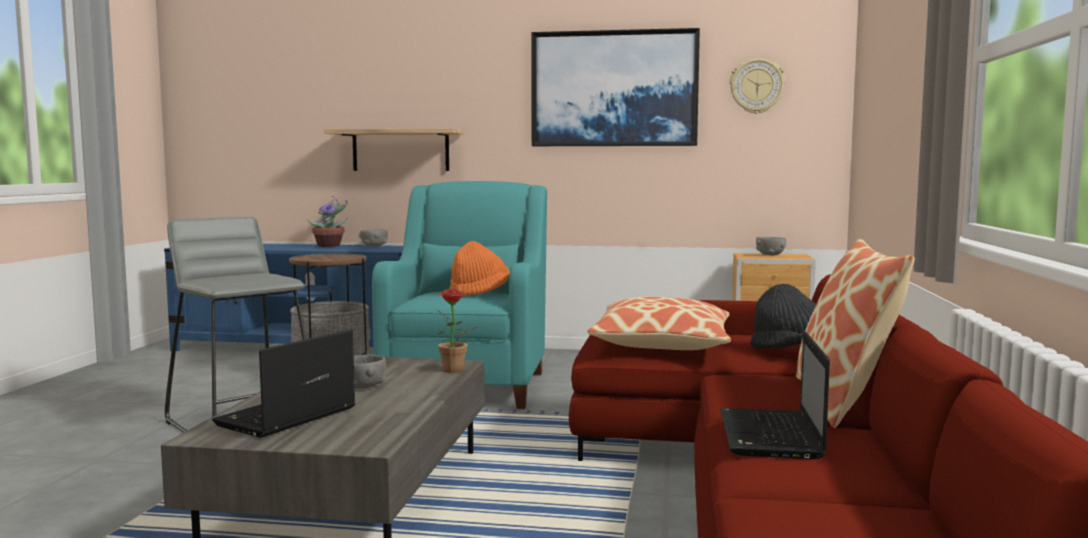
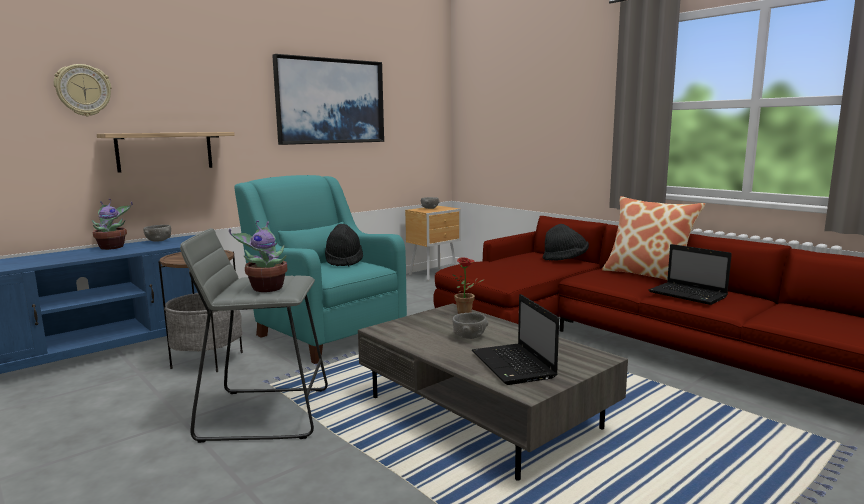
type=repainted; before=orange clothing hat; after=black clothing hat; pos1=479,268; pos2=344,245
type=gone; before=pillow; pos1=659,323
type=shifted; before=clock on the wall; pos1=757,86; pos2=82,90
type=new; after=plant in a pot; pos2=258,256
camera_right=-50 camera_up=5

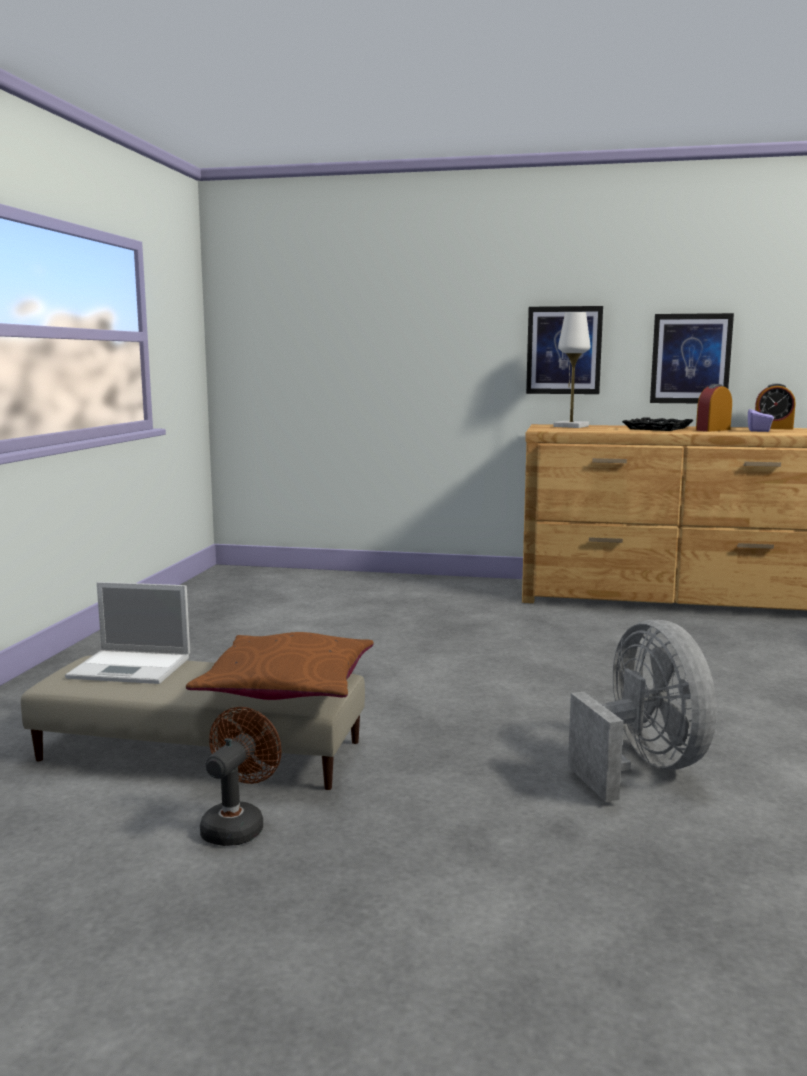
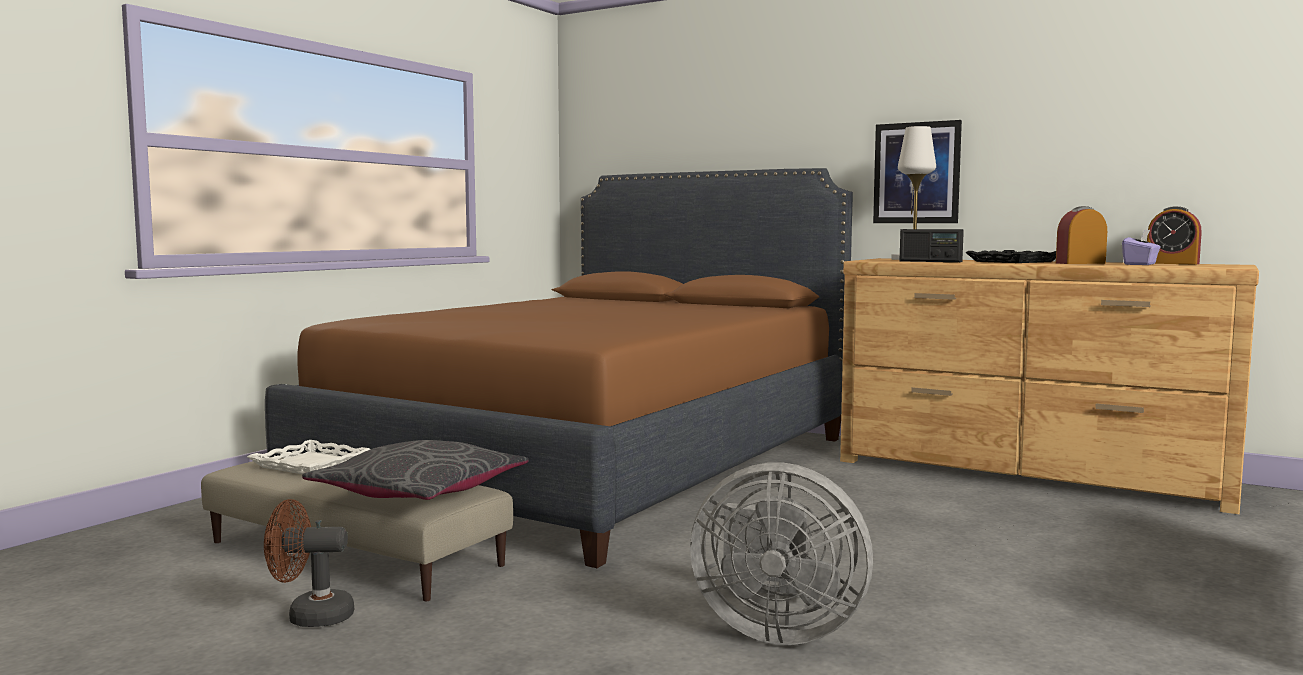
type=swapped; before=notebook computer; after=white carrying tray; pos1=127,633; pos2=308,457
type=repainted; before=brown pillow; after=greyish pillow; pos1=280,666; pos2=415,470
type=rotated; before=brown cooling fan; pos1=241,776; pos2=309,563; turn=-135
type=rotated; before=greyish cooling fan; pos1=642,710; pos2=781,553; turn=105
type=gone; before=picture; pos1=692,358
type=new; after=brown bed; pos2=559,368
type=new; after=radio; pos2=931,245
camera_right=20 camera_up=-5

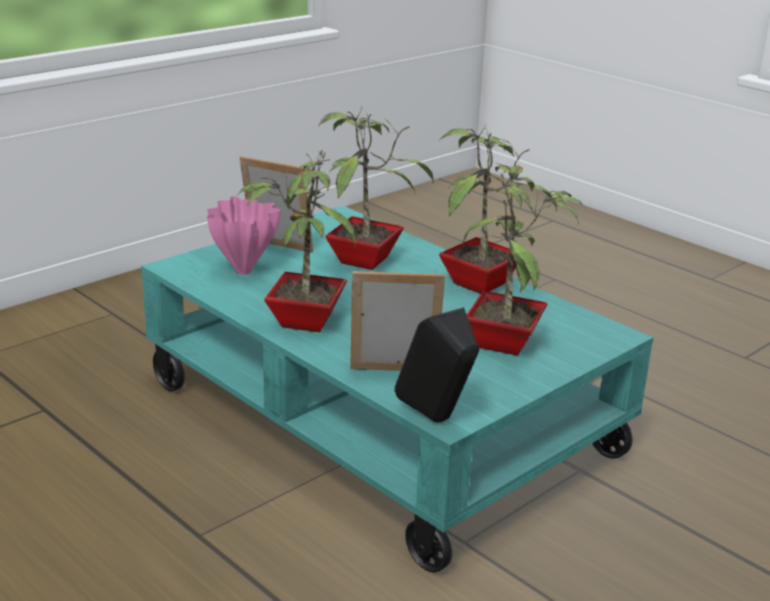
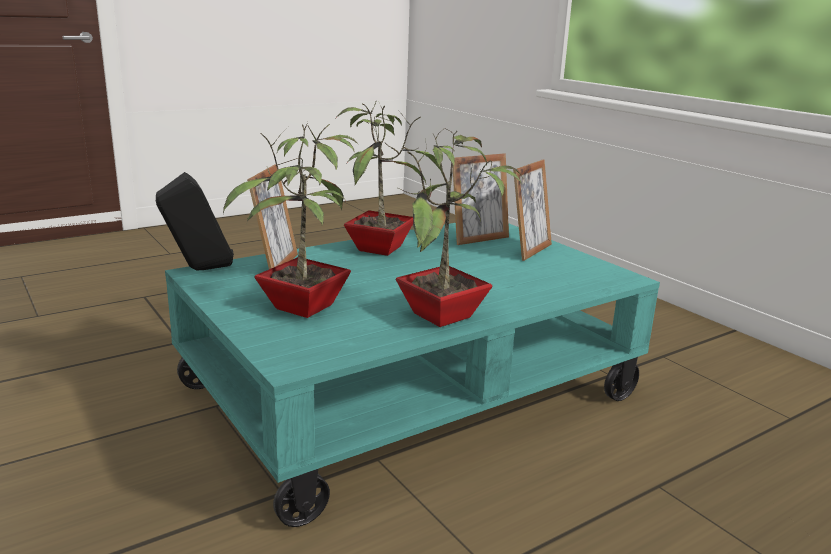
type=swapped; before=pink decorative vase; after=picture frame; pos1=244,235; pos2=481,199
type=gone; before=plant in a pot; pos1=376,188
camera_right=100 camera_up=-5

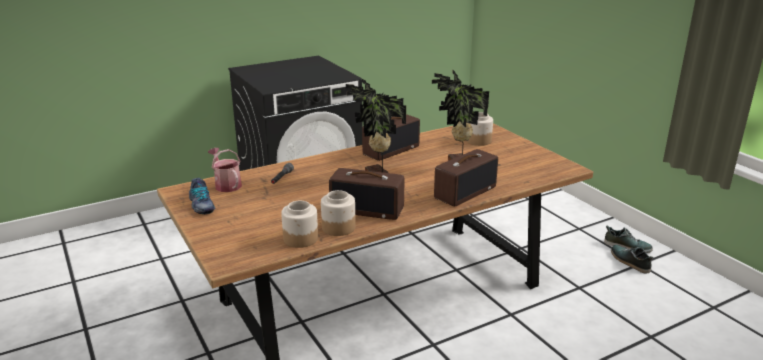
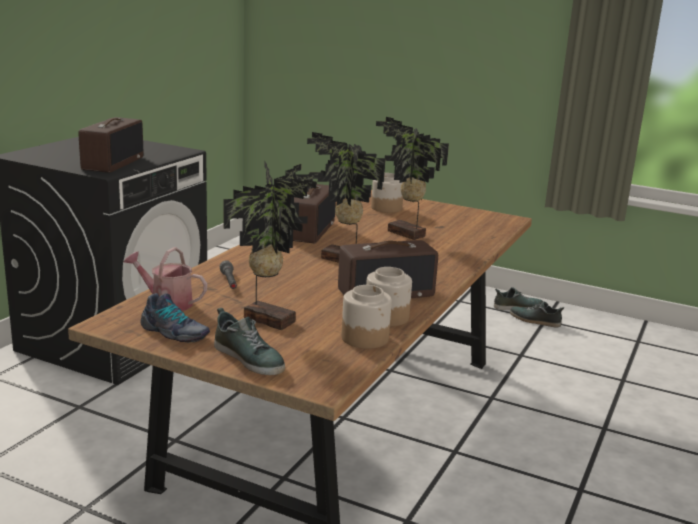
type=shifted; before=radio; pos1=466,177; pos2=111,145
type=new; after=low shoe; pos2=249,341
type=new; after=plant in a pot; pos2=273,246
camera_right=-35 camera_up=-5

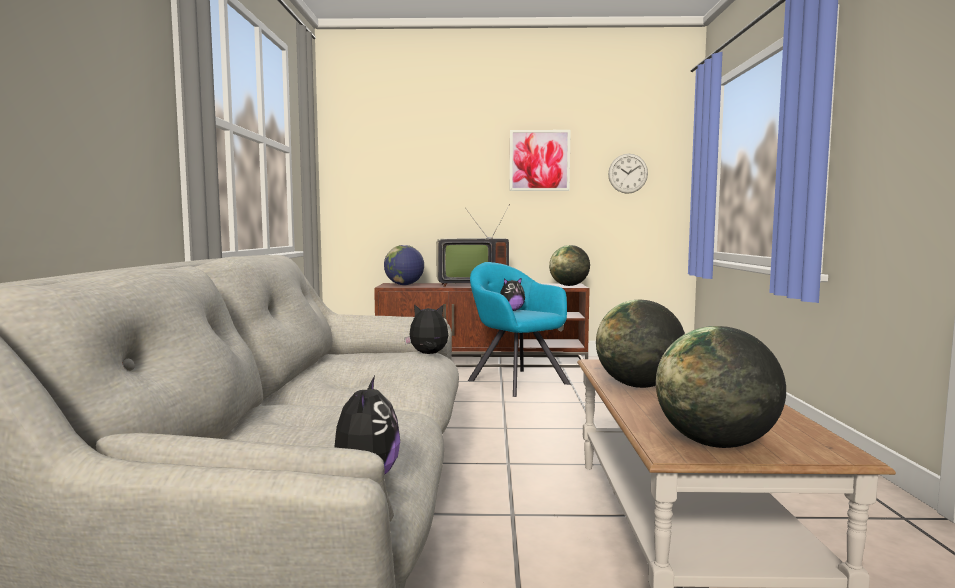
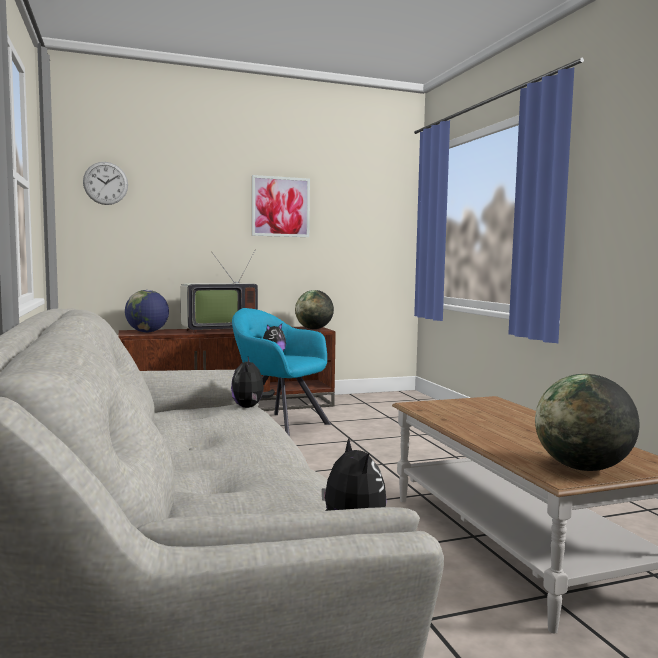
type=rotated; before=soft toy; pos1=426,329; pos2=253,382; turn=-75
type=gone; before=globe; pos1=640,344
type=shifted; before=clock on the wall; pos1=628,174; pos2=105,183
camera_right=-20 camera_up=0

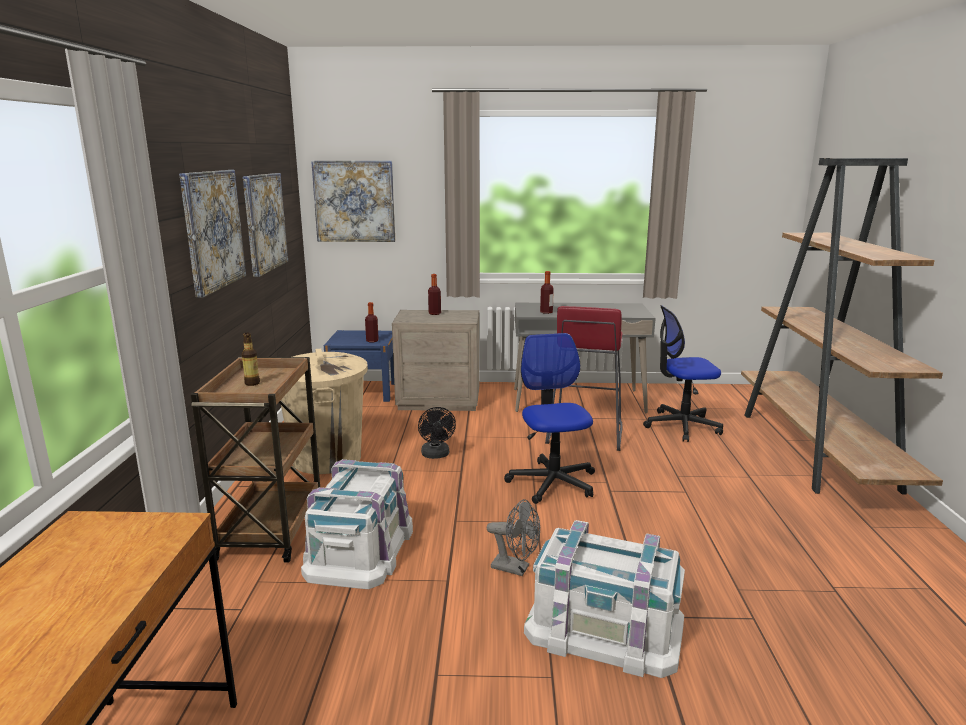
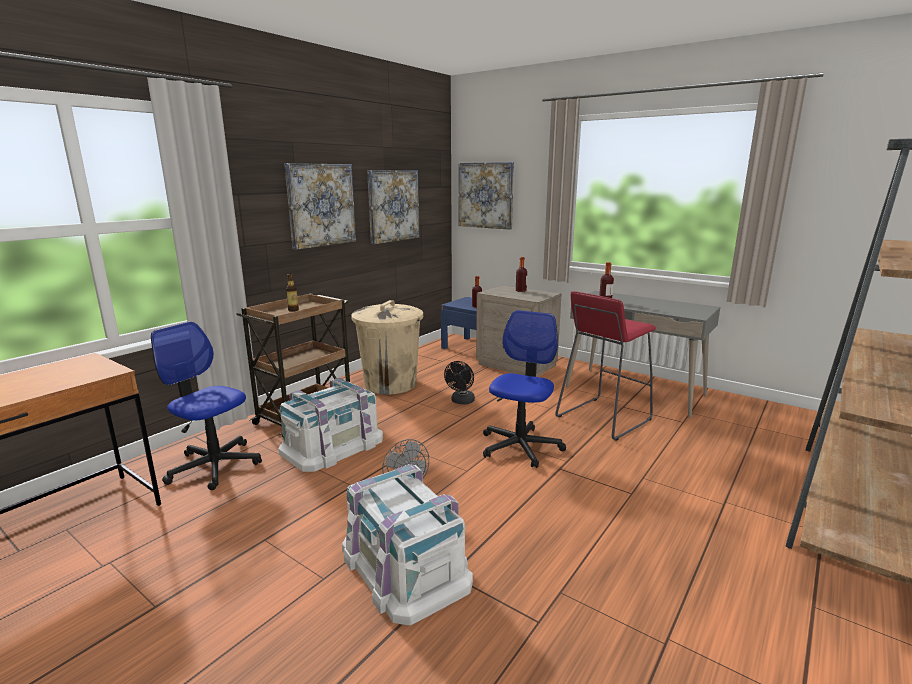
type=shifted; before=desk chair; pos1=683,373; pos2=206,406
camera_right=35 camera_up=0

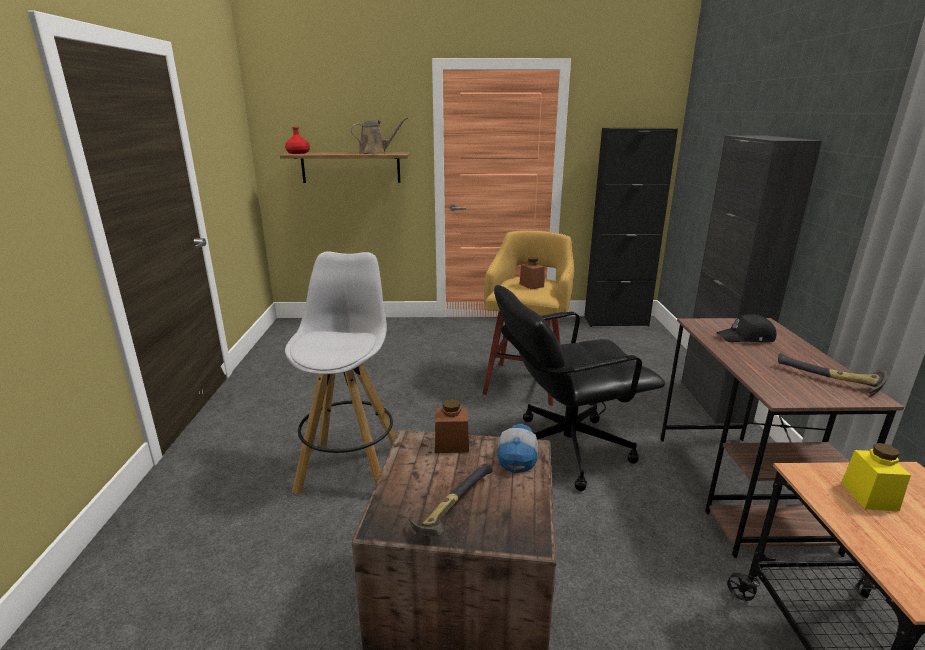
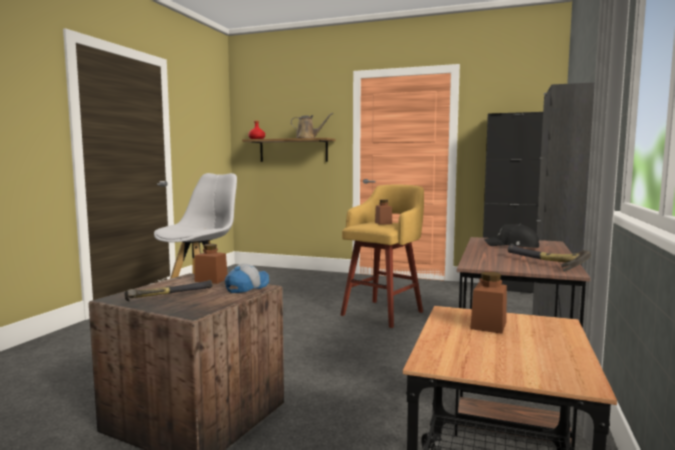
type=gone; before=black desk chair; pos1=579,388
type=repainted; before=yellow preserve jar; after=brown preserve jar; pos1=876,477; pos2=488,303
camera_right=20 camera_up=-15

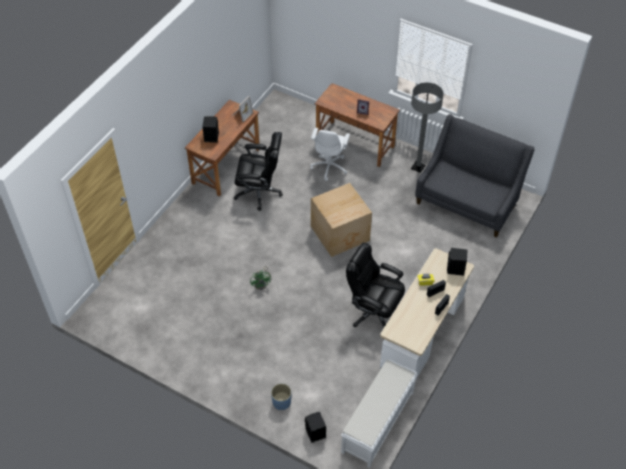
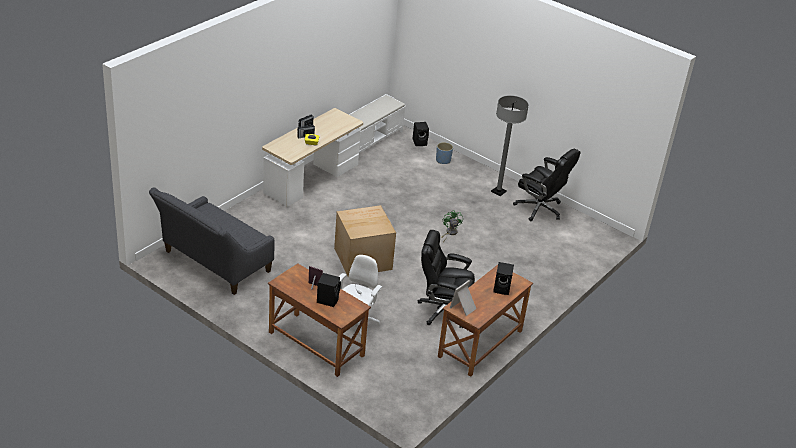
type=shifted; before=black desk chair; pos1=375,285; pos2=547,185
type=shifted; before=greyish standing lamp; pos1=427,127; pos2=510,145
type=shifted; before=black speaker; pos1=457,262; pos2=329,290
camera_right=-175 camera_up=-15

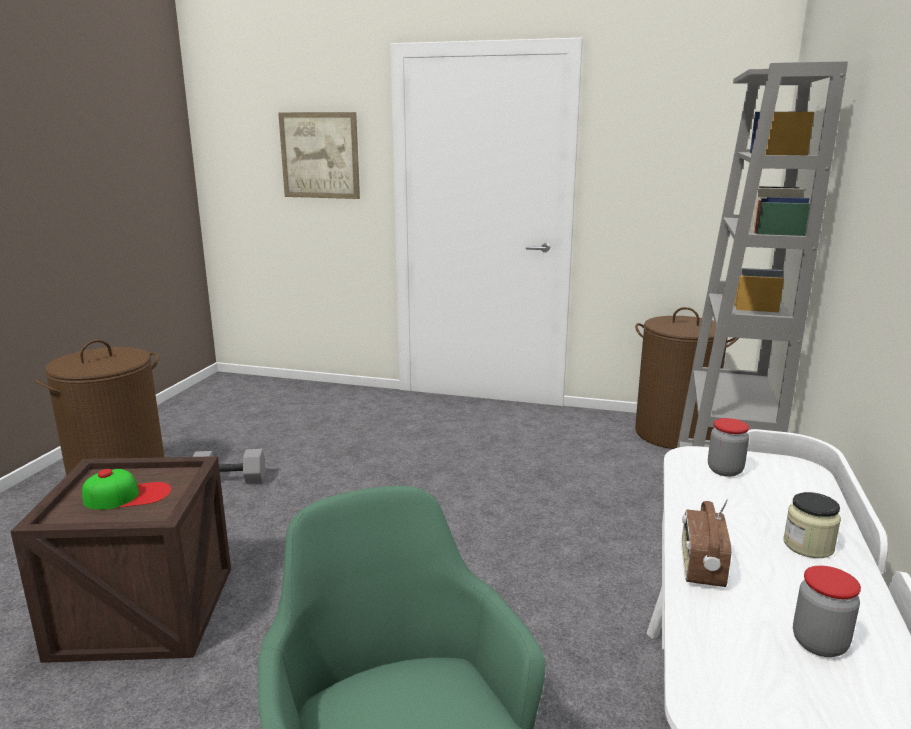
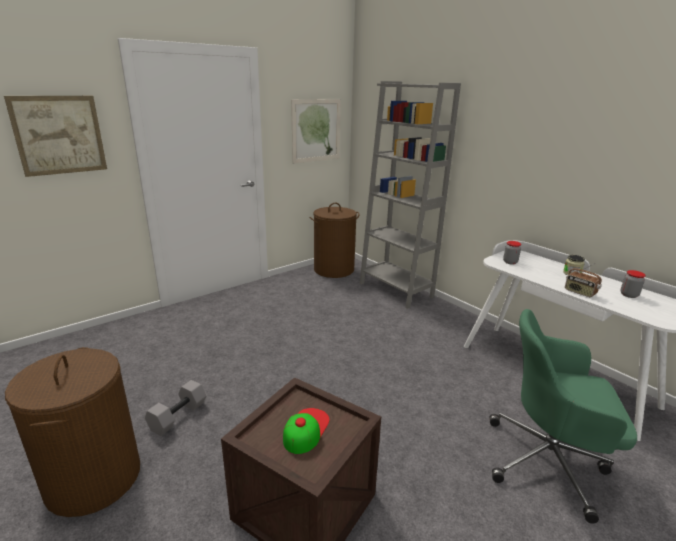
type=new; after=picture; pos2=316,131
camera_right=-55 camera_up=5

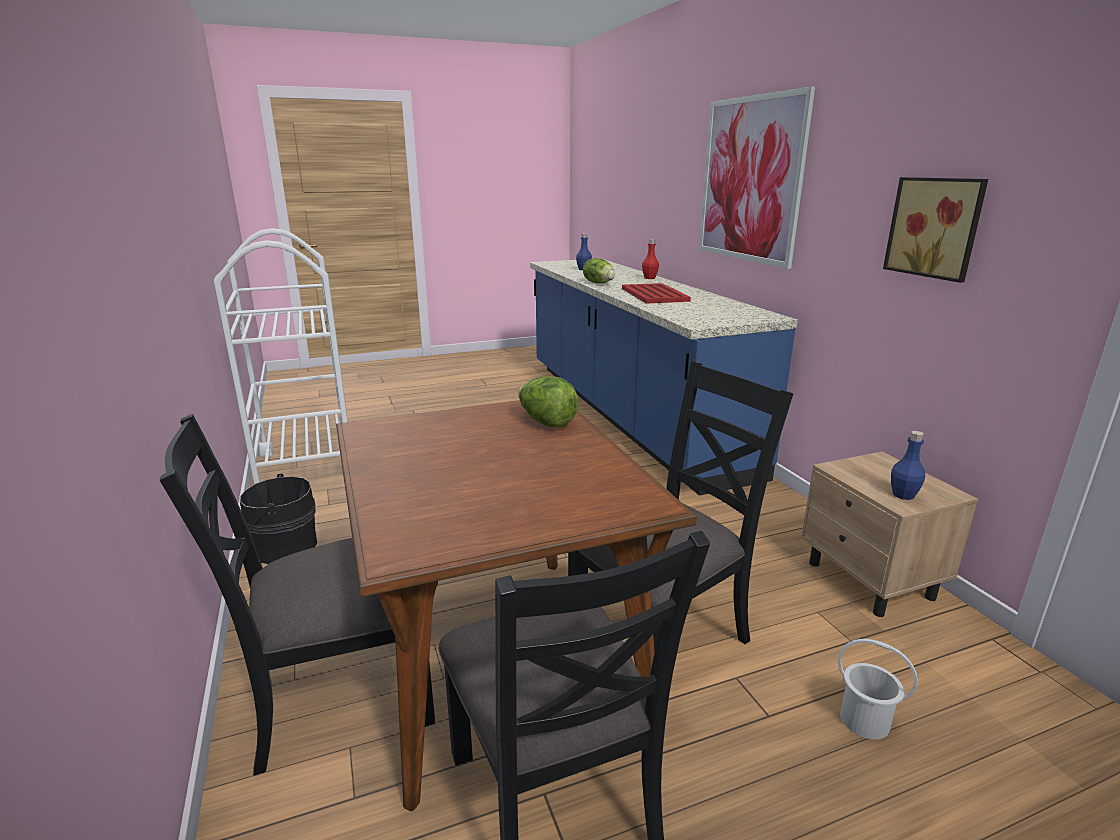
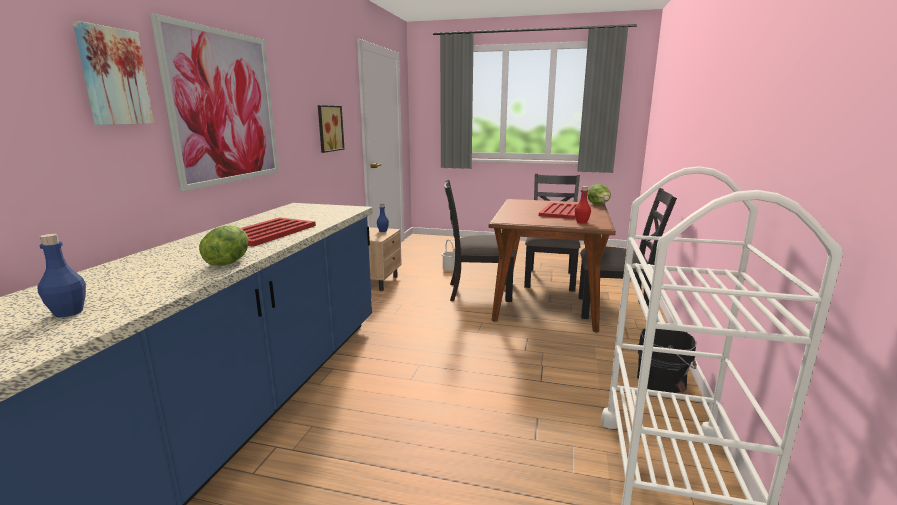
type=shifted; before=head of lettuce; pos1=548,402; pos2=599,194
type=shifted; before=red-coloured beverage bottle; pos1=650,259; pos2=583,205
type=new; after=picture; pos2=113,73
type=new; after=red-coloured carrying tray; pos2=558,210
camera_right=-145 camera_up=-5

